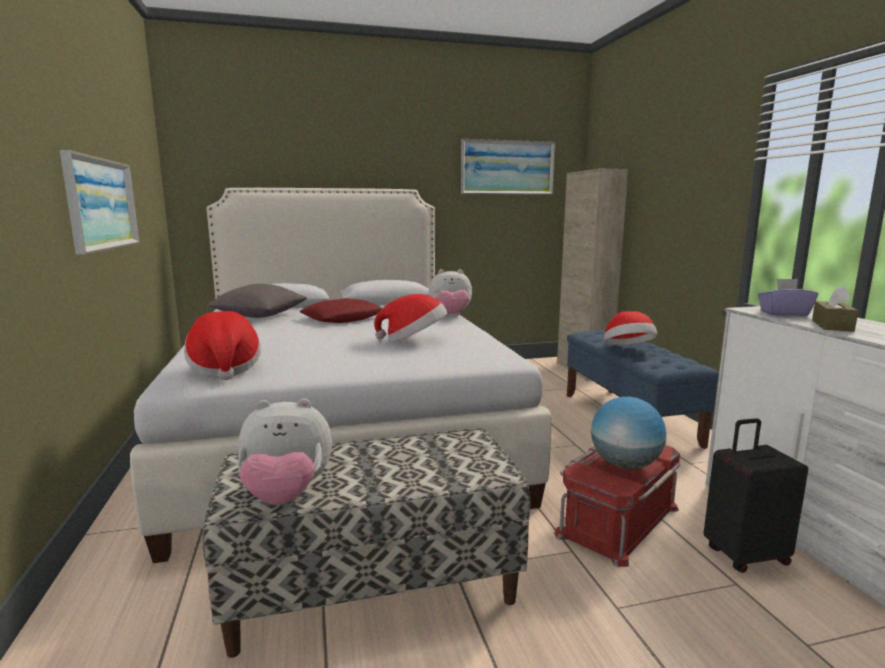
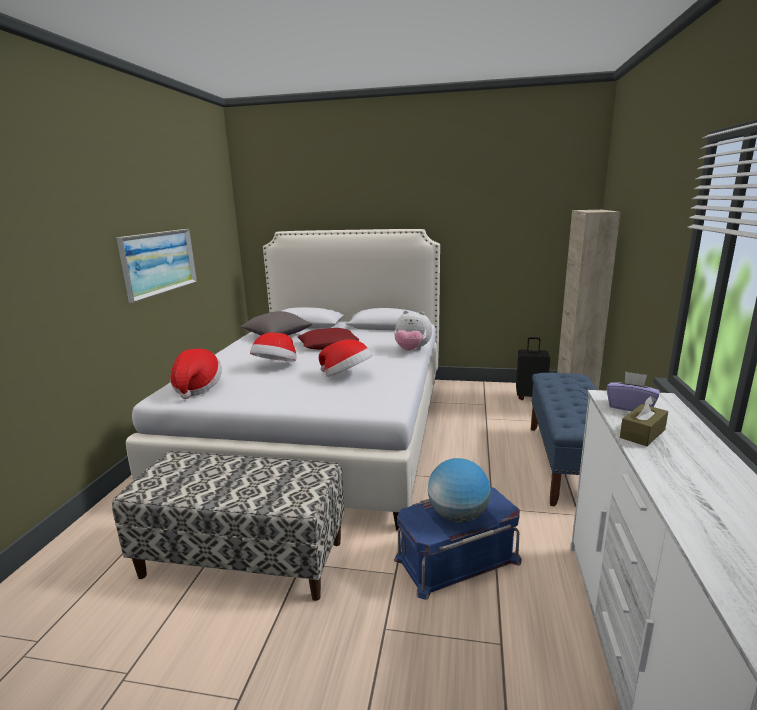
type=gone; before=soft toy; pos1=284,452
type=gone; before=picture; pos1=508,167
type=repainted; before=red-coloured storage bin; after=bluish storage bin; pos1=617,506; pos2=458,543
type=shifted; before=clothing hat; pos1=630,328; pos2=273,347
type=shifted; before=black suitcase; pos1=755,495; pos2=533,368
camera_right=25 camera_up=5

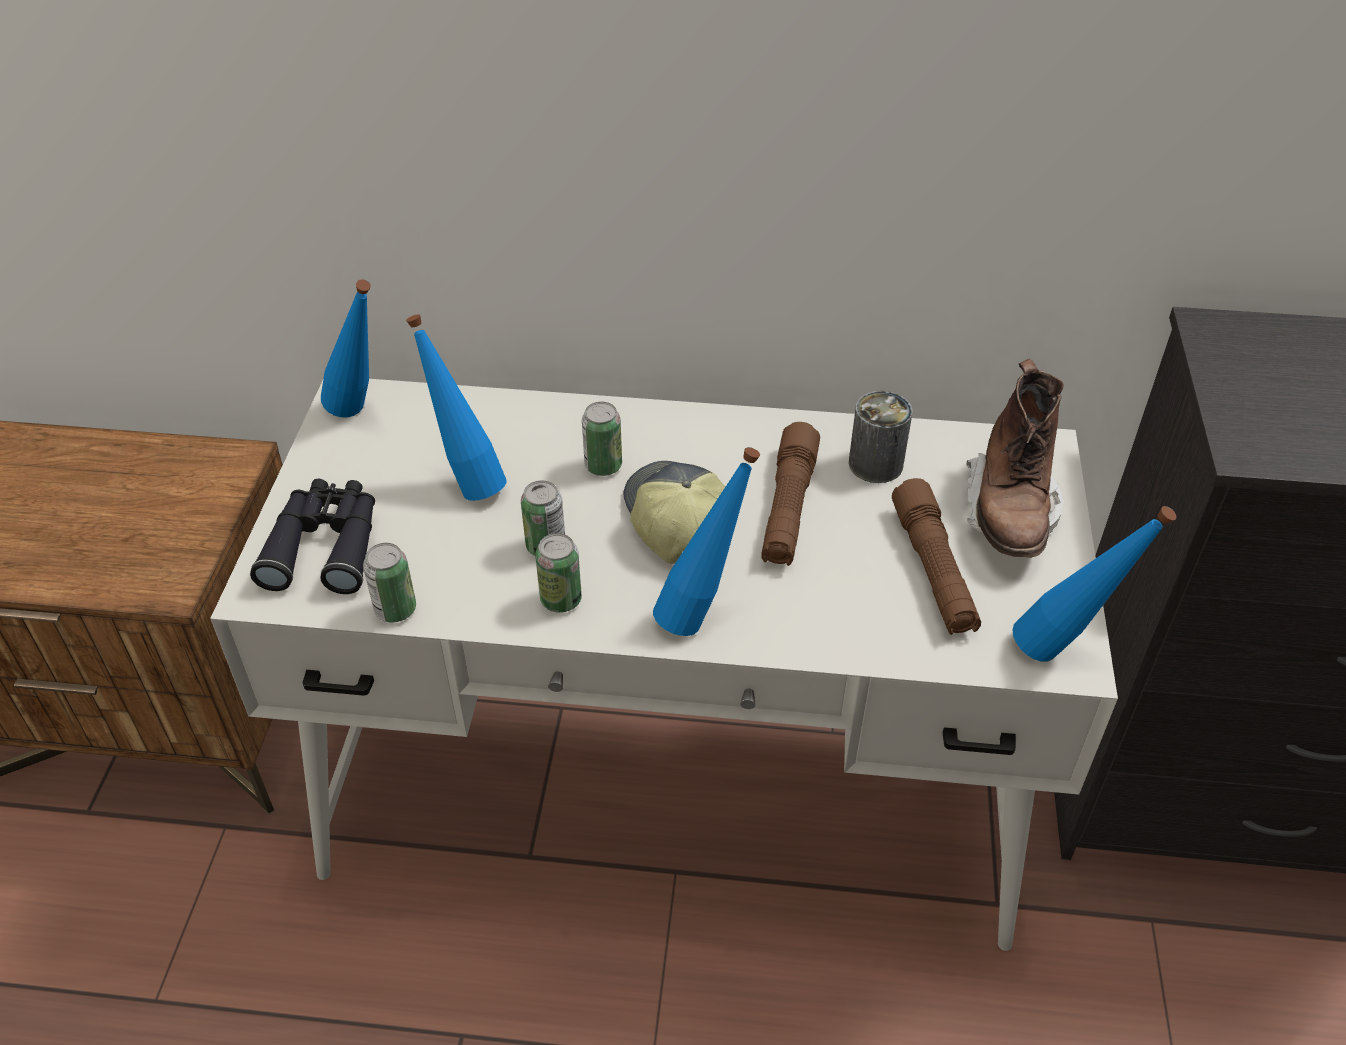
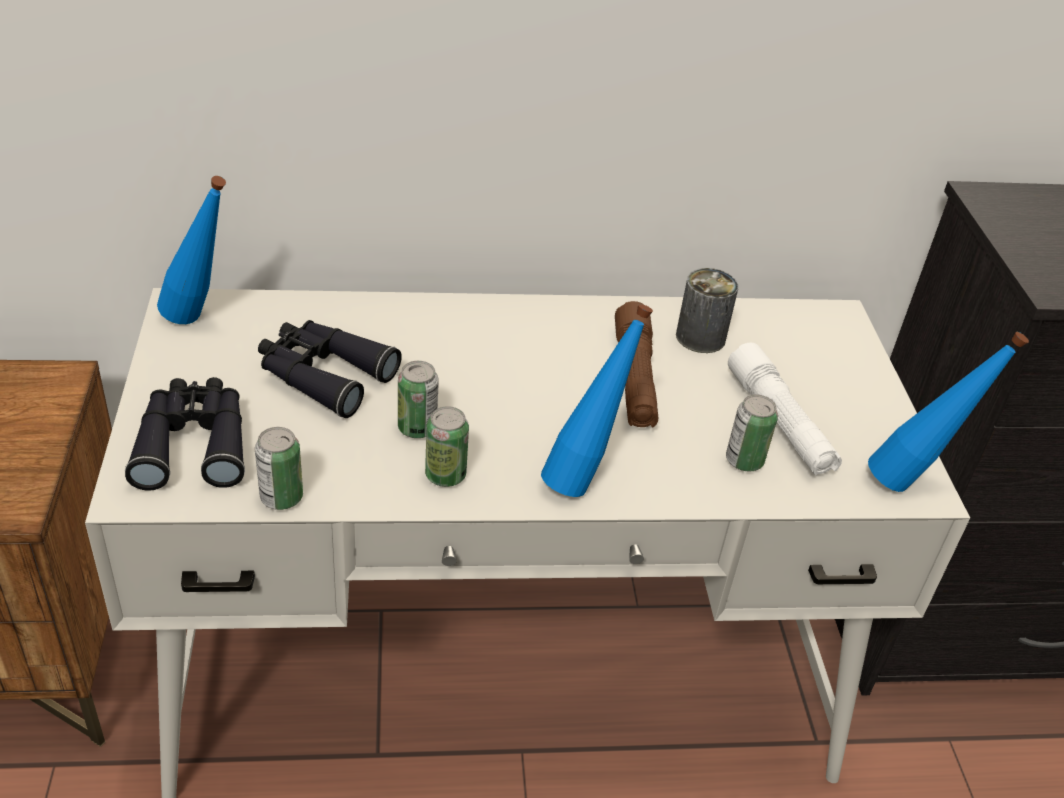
type=swapped; before=bluish beverage bottle; after=black binoculars; pos1=456,407; pos2=330,369
type=shifted; before=can; pos1=602,439; pos2=752,432
type=gone; before=peaked cap; pos1=674,512
type=repainted; before=brown torch; after=white torch; pos1=936,556; pos2=785,409
type=gone; before=brown high-top boot; pos1=1015,458
camera_right=-15 camera_up=-5

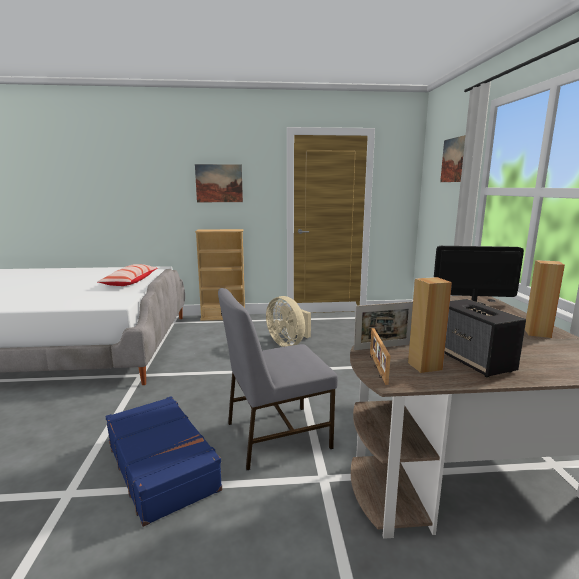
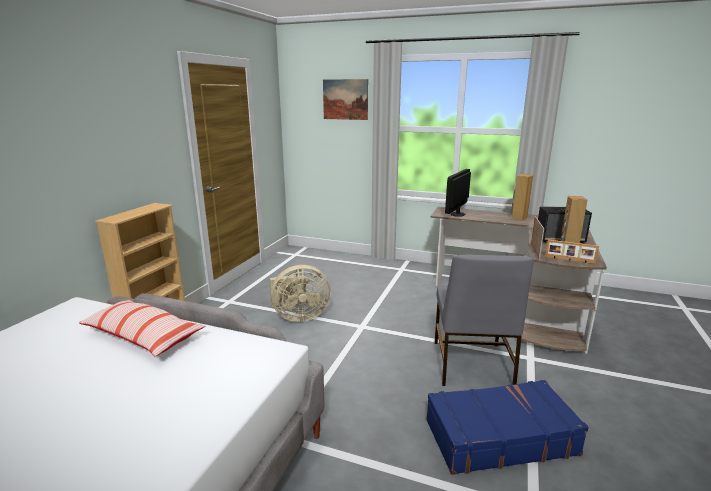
type=gone; before=picture; pos1=219,183
camera_right=-65 camera_up=5

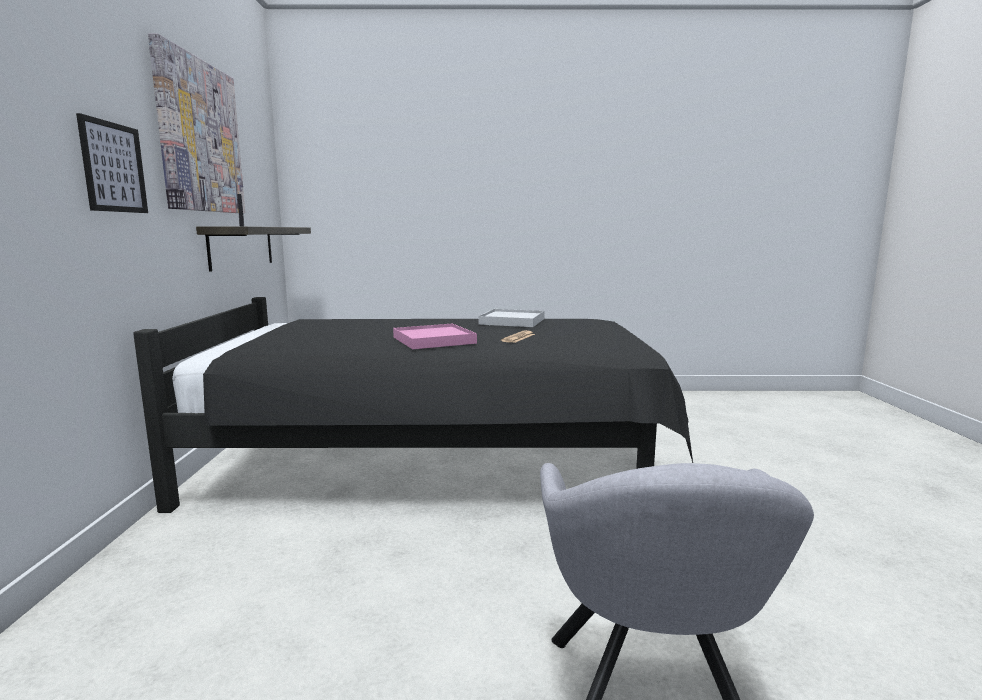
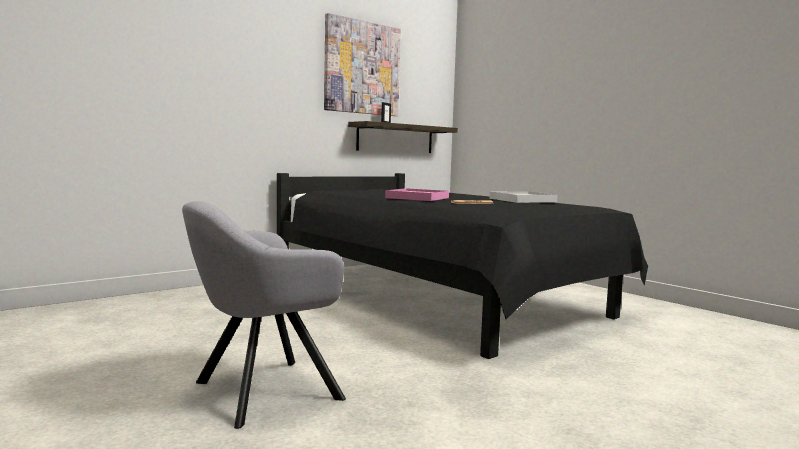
type=gone; before=picture; pos1=112,163
camera_right=50 camera_up=-5

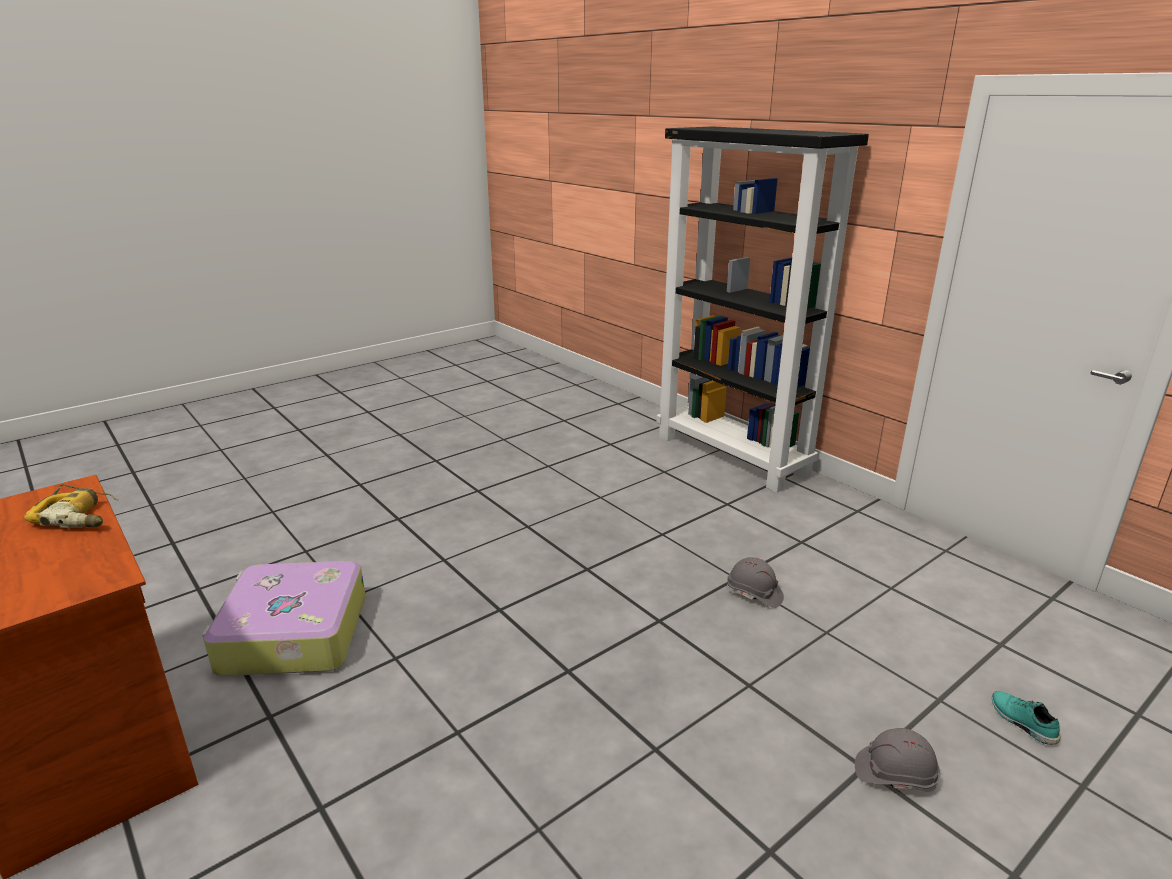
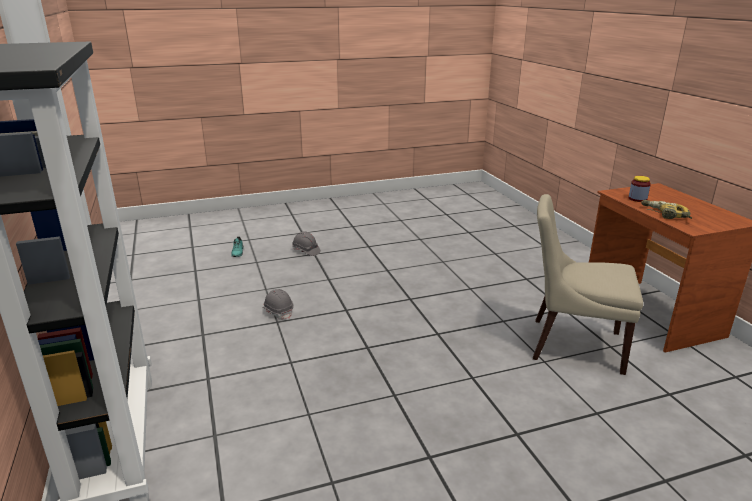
type=swapped; before=suitcase; after=beige-coloured chair; pos1=283,618; pos2=588,284
type=new; after=preserve jar; pos2=639,189
camera_right=-160 camera_up=0

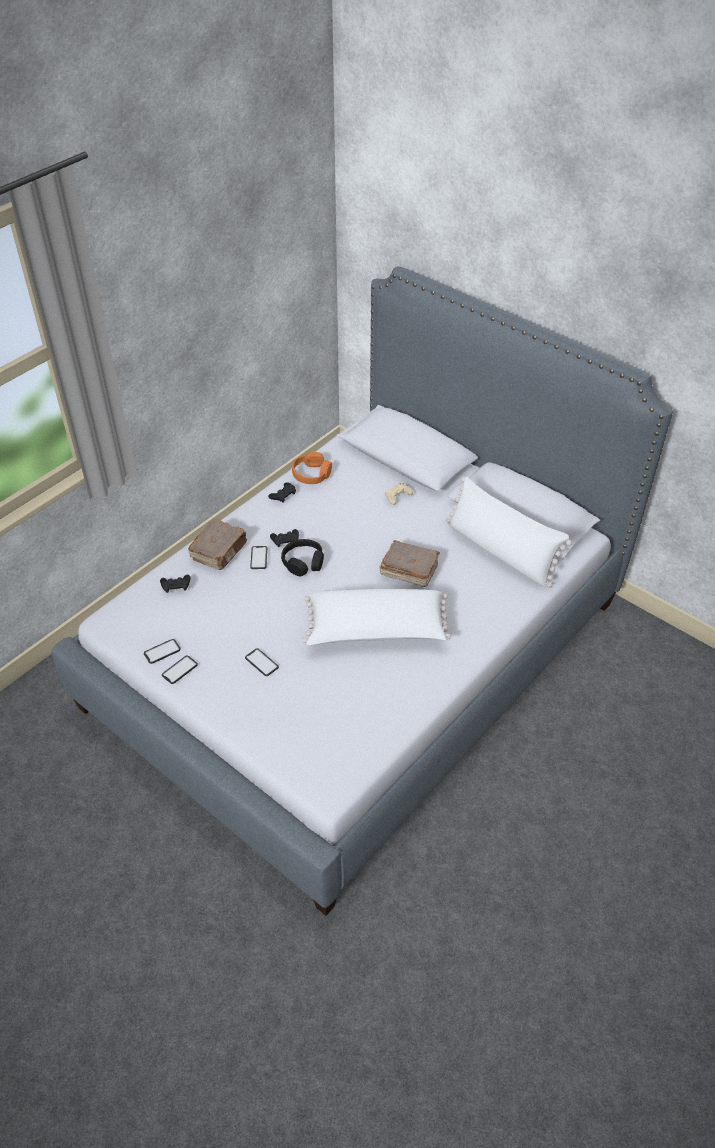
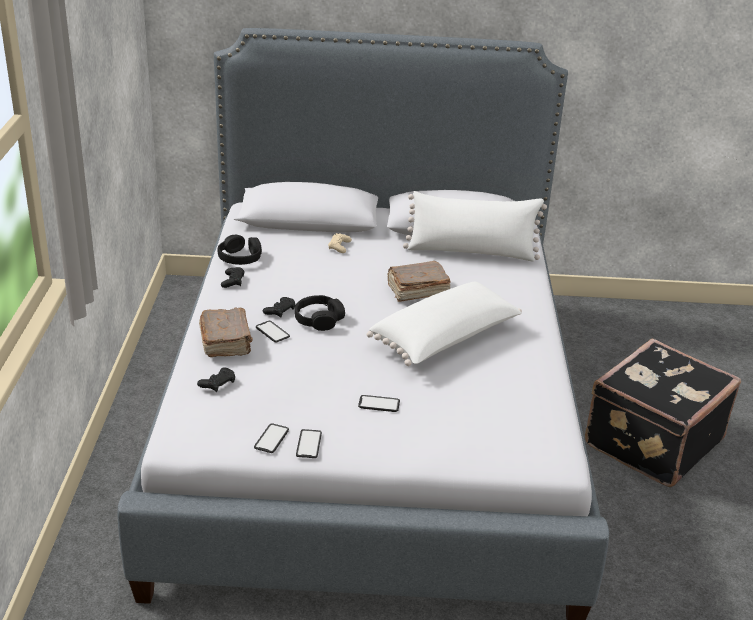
type=repainted; before=orange pair of headphones; after=black pair of headphones; pos1=312,468; pos2=240,249
type=new; after=black suitcase; pos2=663,413
camera_right=-40 camera_up=-15

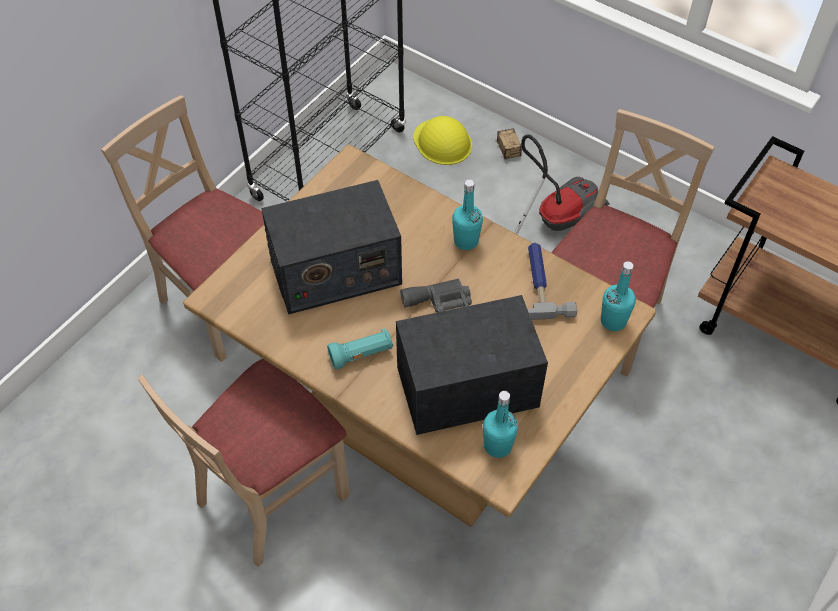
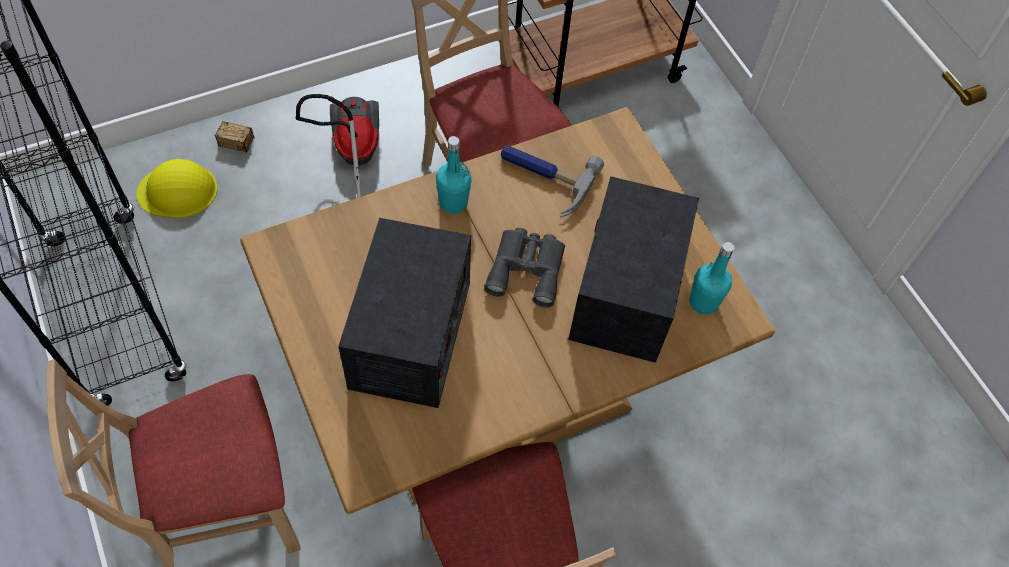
type=gone; before=turquoise torch; pos1=360,349
type=gone; before=turquoise beverage bottle; pos1=618,296
camera_right=-65 camera_up=5

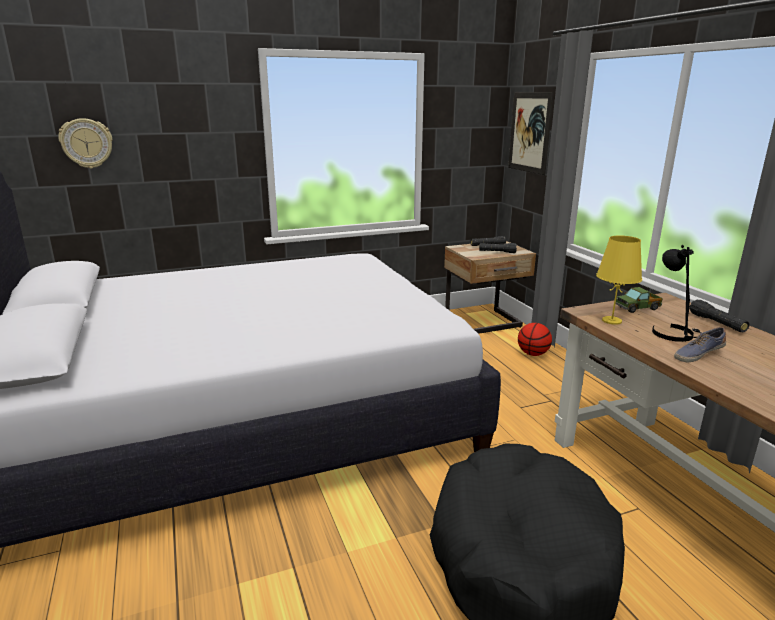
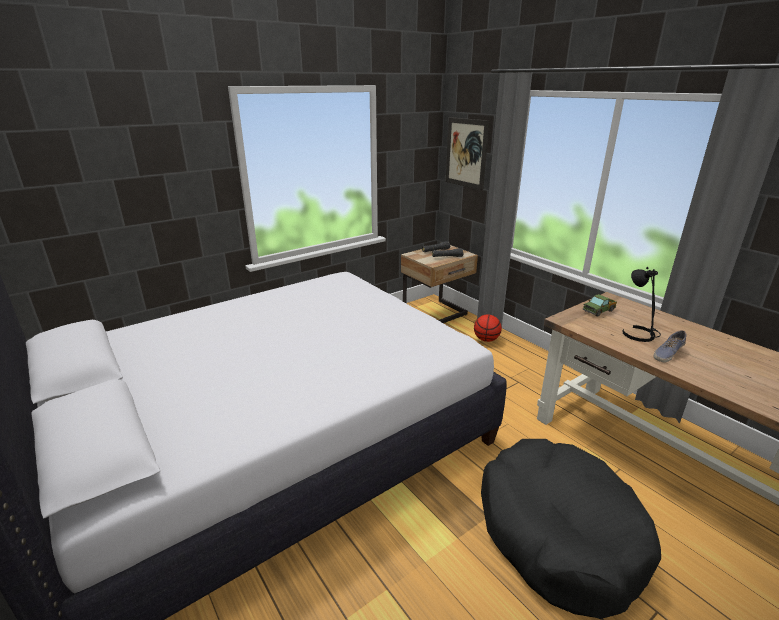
type=gone; before=clock on the wall; pos1=85,143
type=gone; before=yellow table lamp; pos1=619,280
type=gone; before=black torch; pos1=719,316
camera_right=-15 camera_up=5

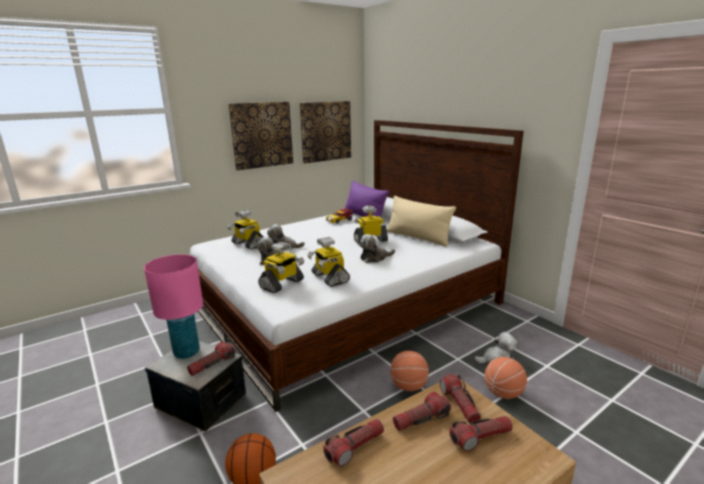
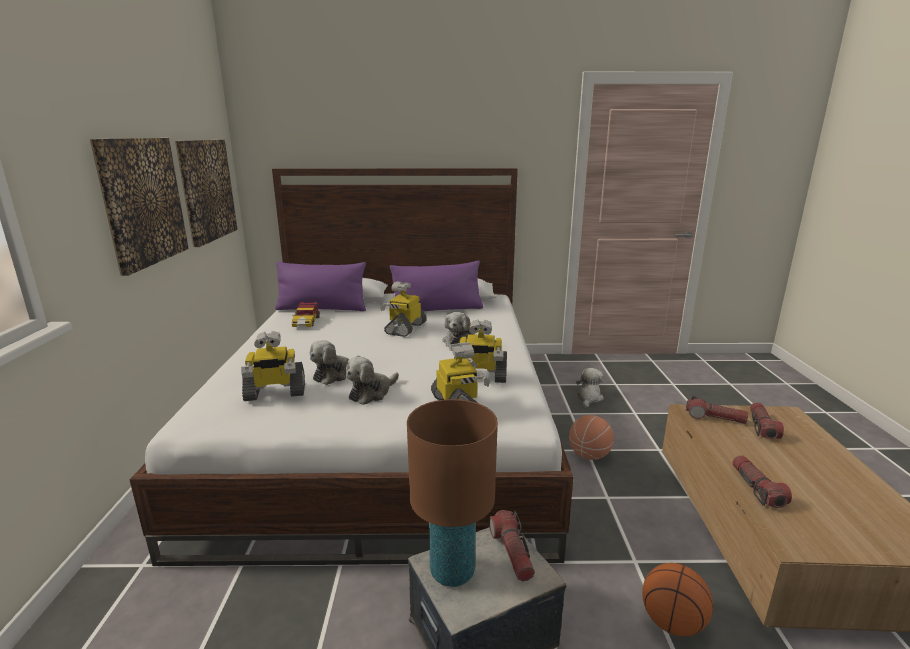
type=repainted; before=pink table lamp; after=brown table lamp; pos1=173,306; pos2=452,493
type=repainted; before=beige-coloured pillow; after=purplish pillow; pos1=421,221; pos2=436,286
type=gone; before=torch; pos1=422,411
type=gone; before=basketball ball; pos1=505,378
camera_right=-55 camera_up=0

